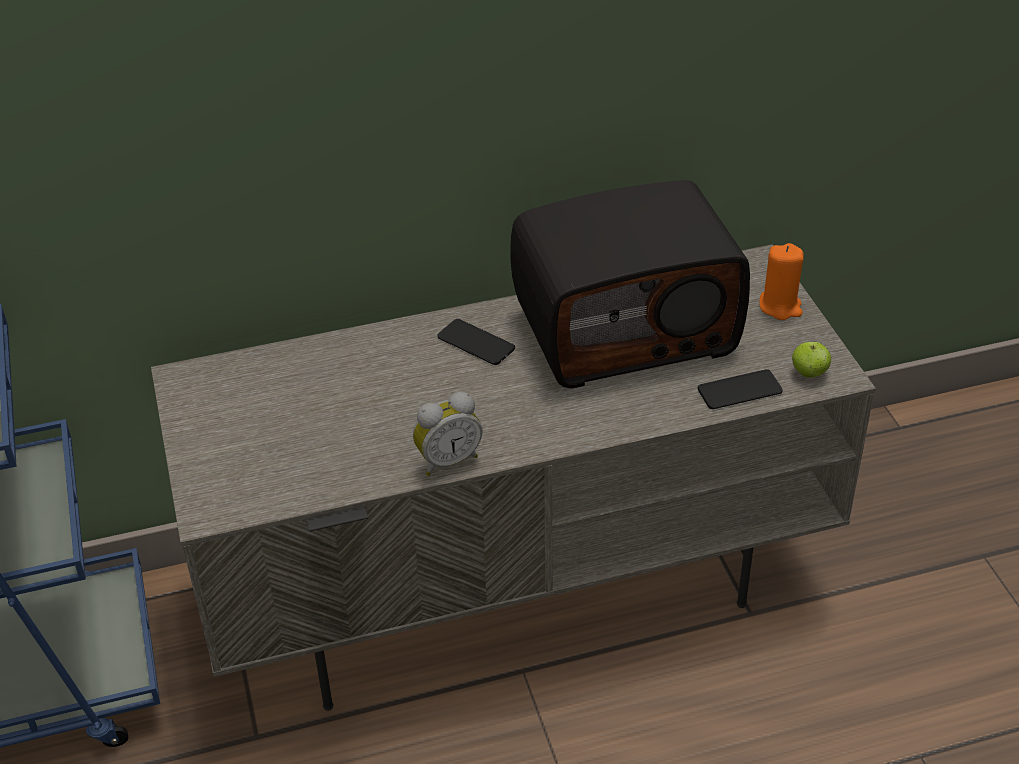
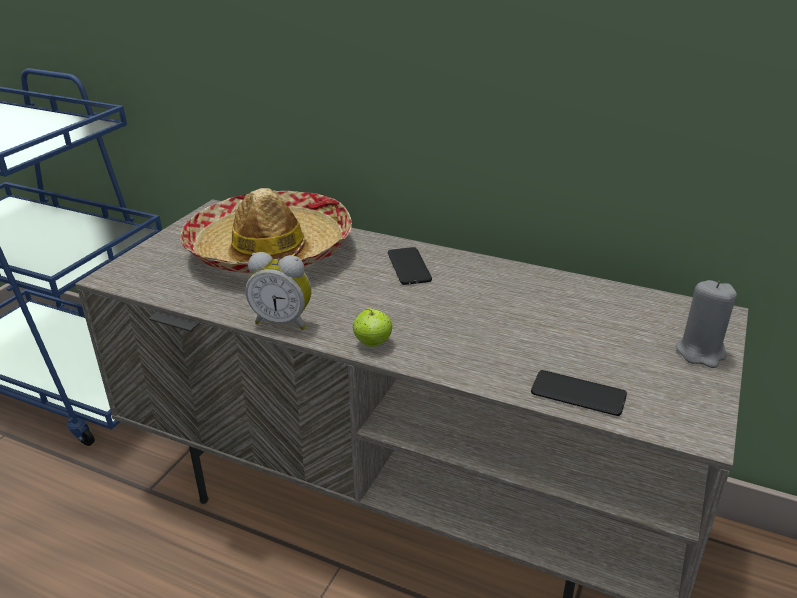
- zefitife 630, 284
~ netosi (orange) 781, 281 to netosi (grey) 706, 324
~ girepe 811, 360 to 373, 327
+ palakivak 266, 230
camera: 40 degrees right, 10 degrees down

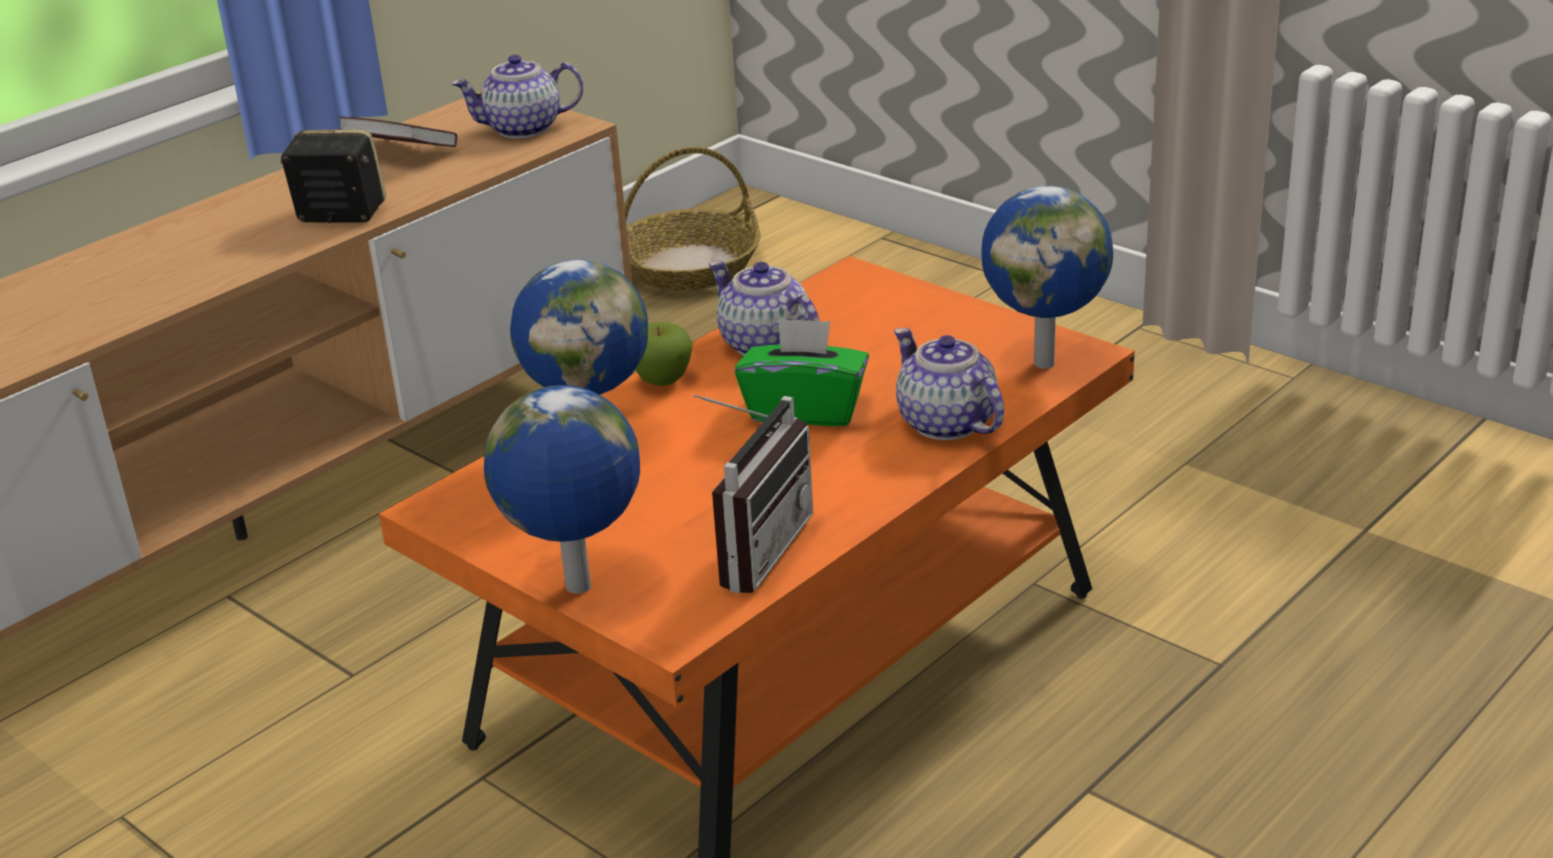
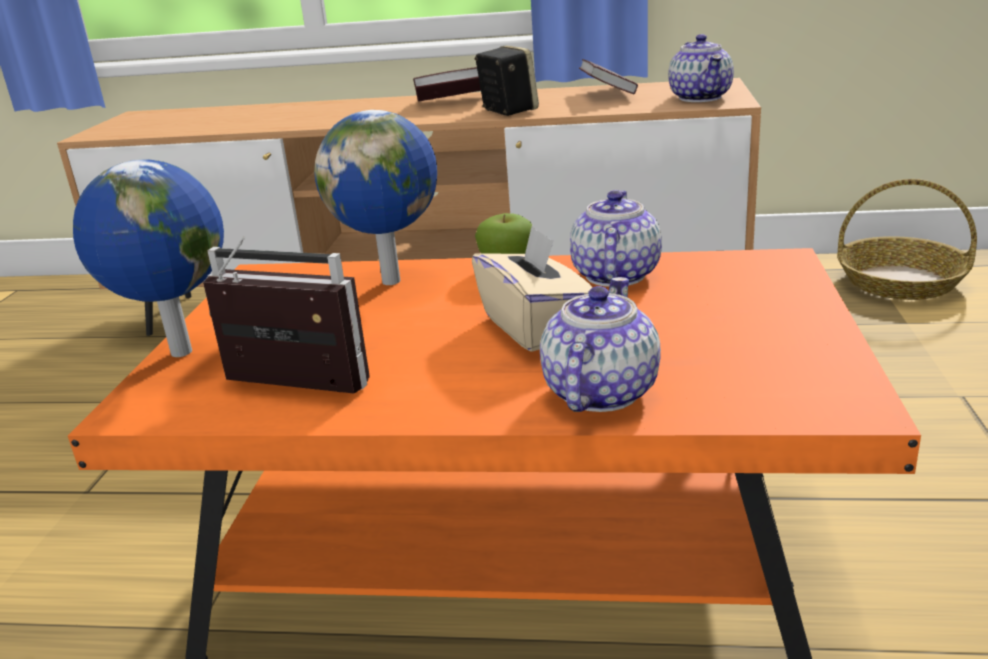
~ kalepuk 517, 97 = 701, 68 135 degrees counterclockwise
~ zefitife 753, 494 = 286, 314 150 degrees counterclockwise
~ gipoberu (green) 802, 371 to gipoberu (beige) 532, 288
- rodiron 1047, 277
+ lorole 447, 84
camera: 55 degrees right, 5 degrees down

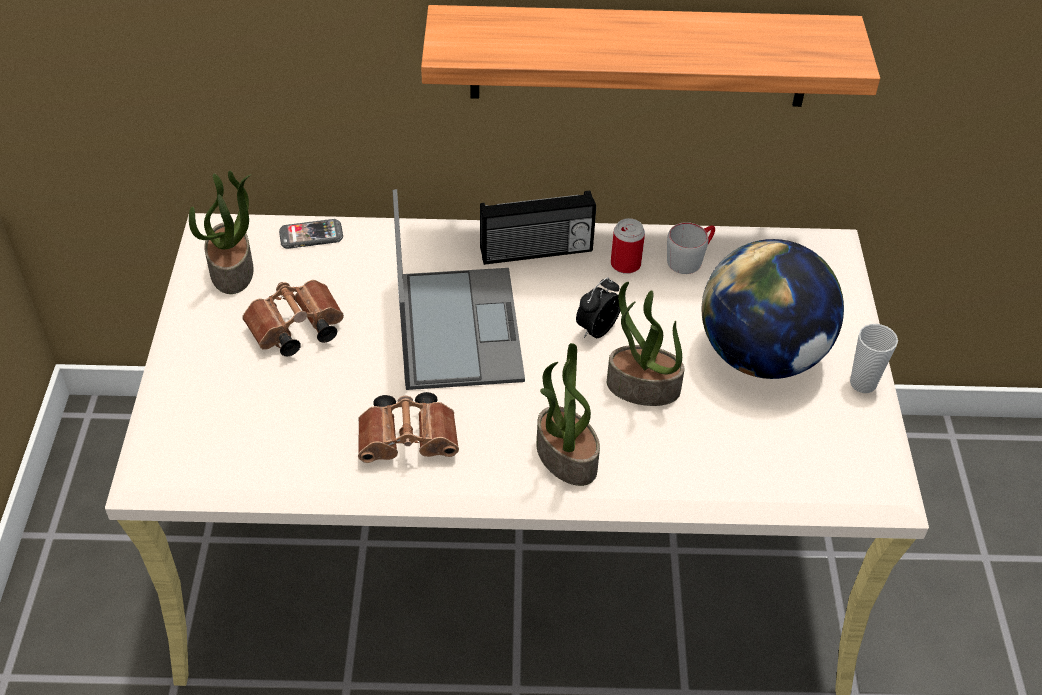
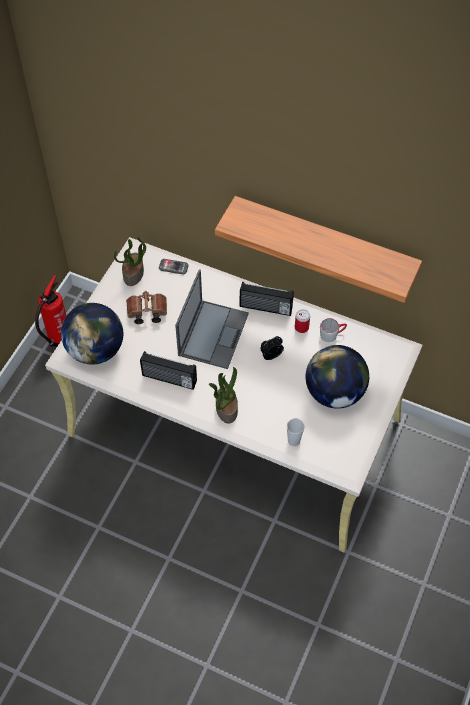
~ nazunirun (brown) 408, 427 to zefitife 168, 370
- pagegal 646, 344
~ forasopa 874, 358 to 295, 432
+ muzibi 51, 311
+ rodiron 92, 334
camera: 25 degrees right, 10 degrees up

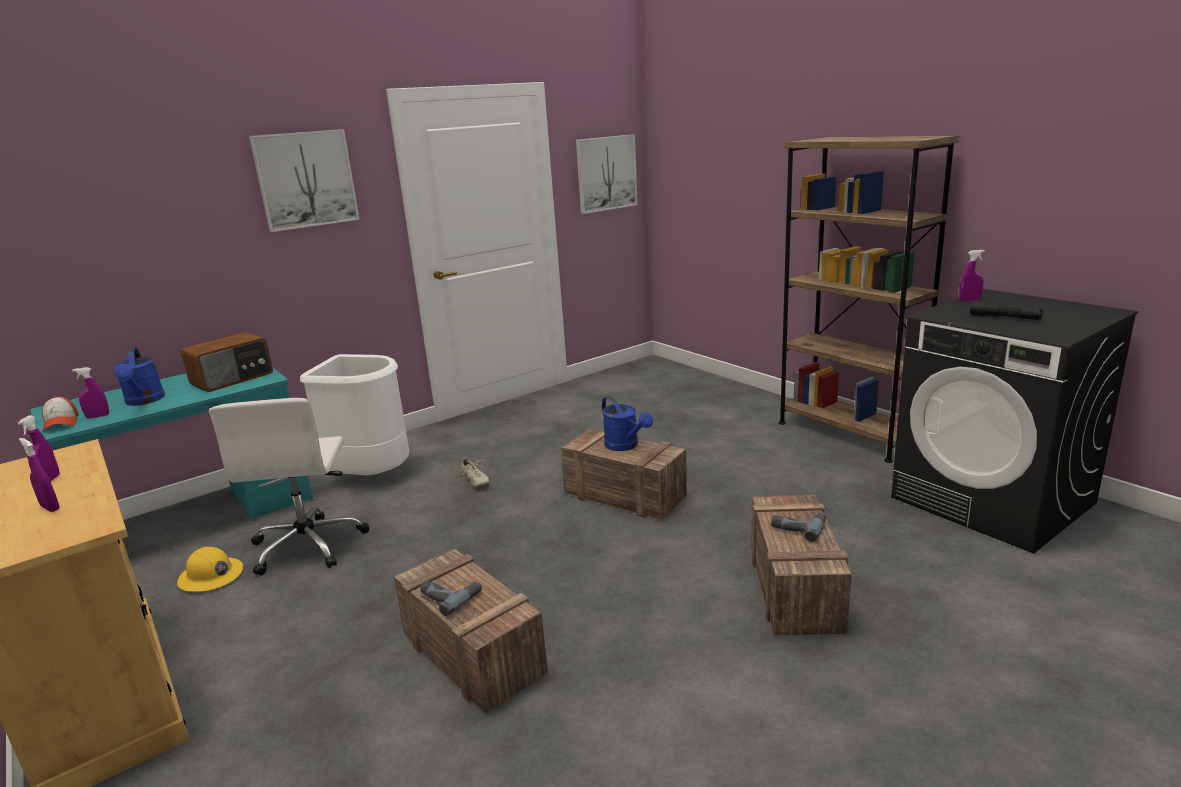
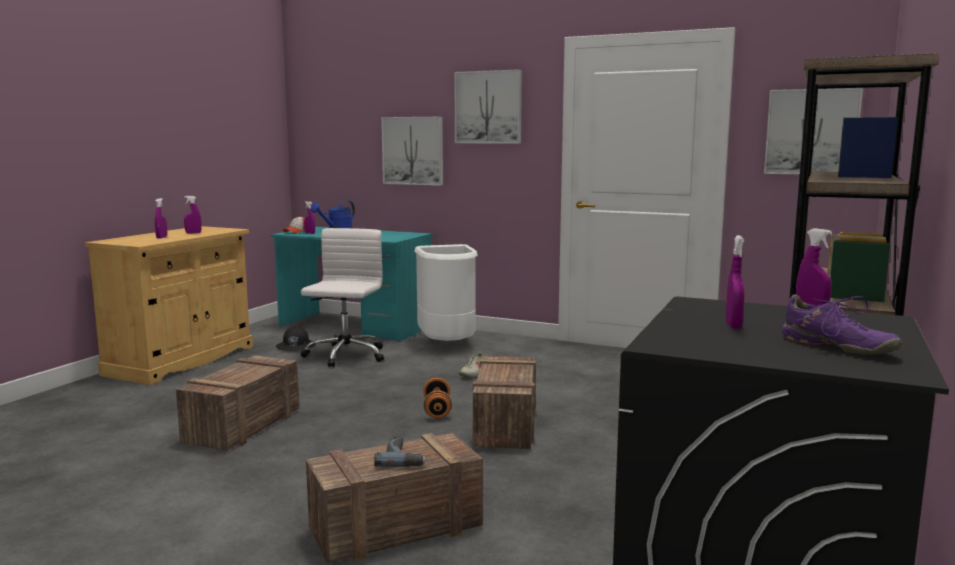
~ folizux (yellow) 210, 569 to folizux (black) 296, 338
- zefitife 227, 362
~ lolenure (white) 289, 486 = 342, 297 135 degrees clockwise
- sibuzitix 451, 599
- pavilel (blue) 627, 423
~ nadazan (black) 1007, 310 to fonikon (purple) 734, 282
+ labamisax 412, 151
+ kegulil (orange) 437, 398
+ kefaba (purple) 842, 324
camera: 60 degrees right, 10 degrees down

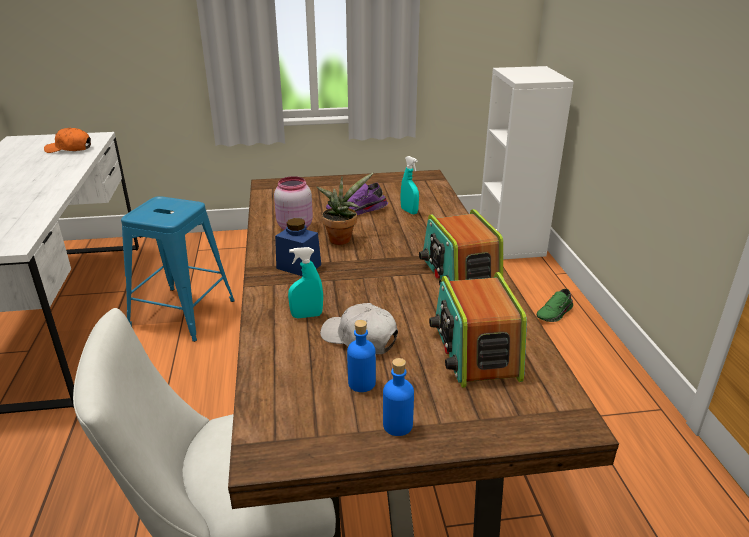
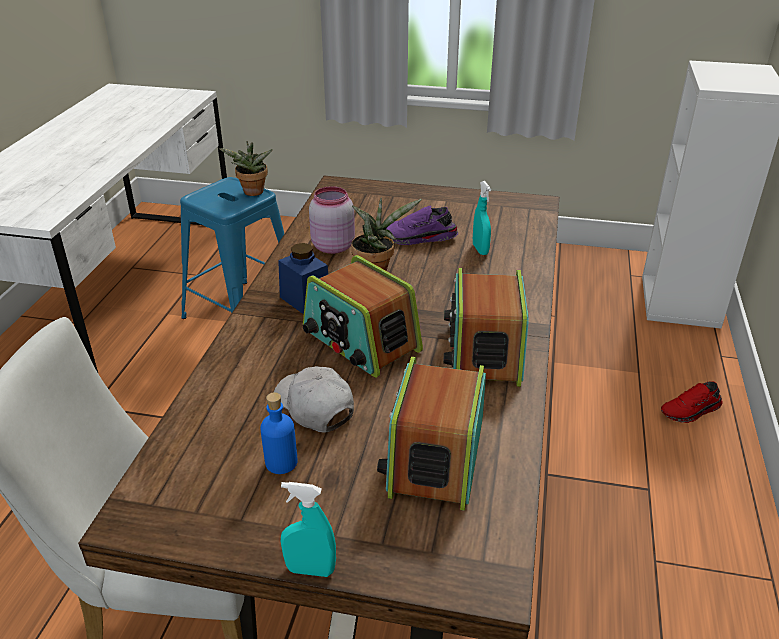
- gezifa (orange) 67, 140
~ fonikon (turquoise) 305, 282 to 308, 529
- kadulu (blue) 398, 397
~ kefaba (green) 555, 305 to kefaba (red) 692, 402
+ pagegal 246, 168
+ zefitife 363, 316
camera: 20 degrees right, 5 degrees up

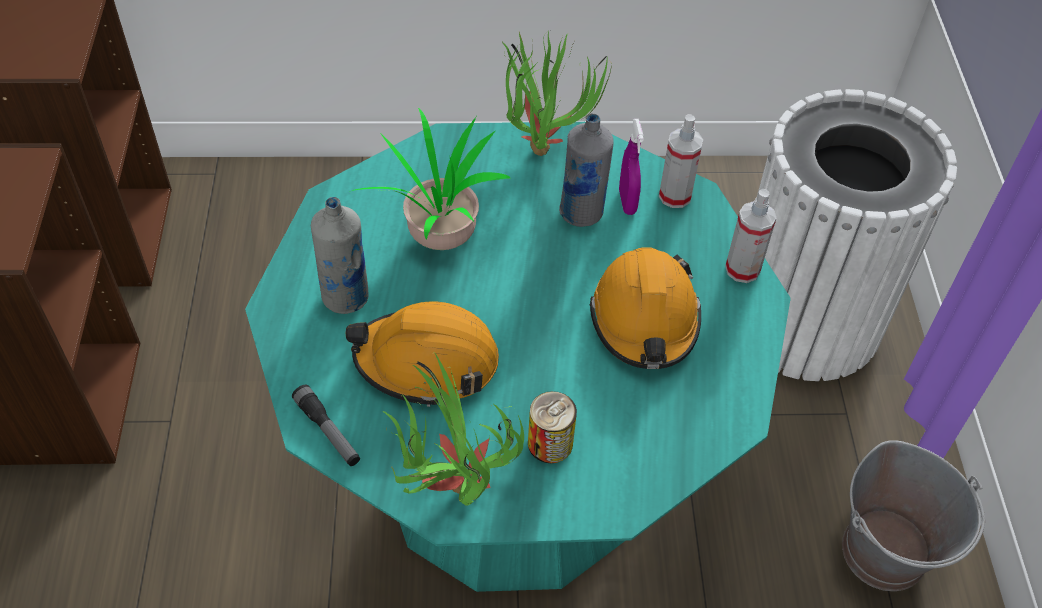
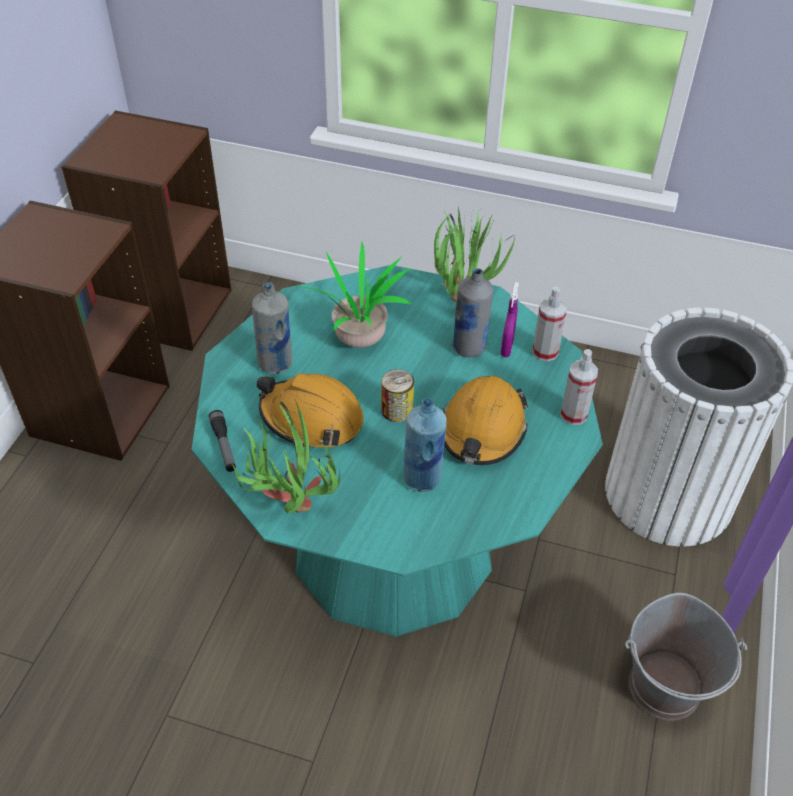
~ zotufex 552, 427 to 397, 395
+ kadulu (blue) 425, 445
camera: 20 degrees right, 5 degrees down

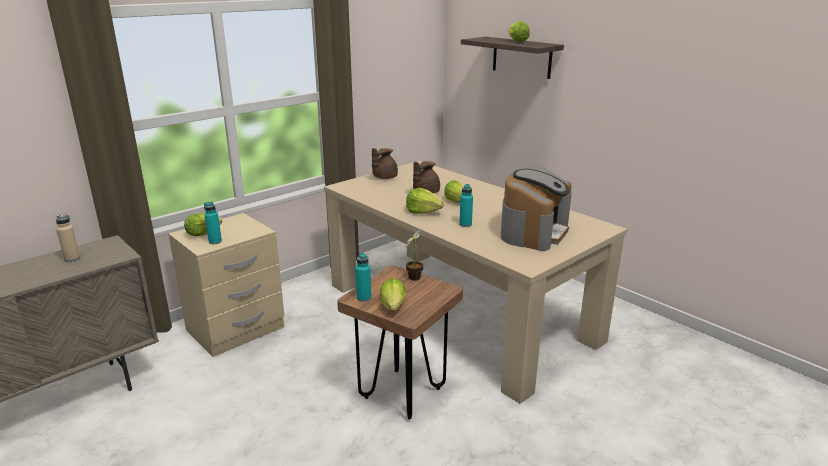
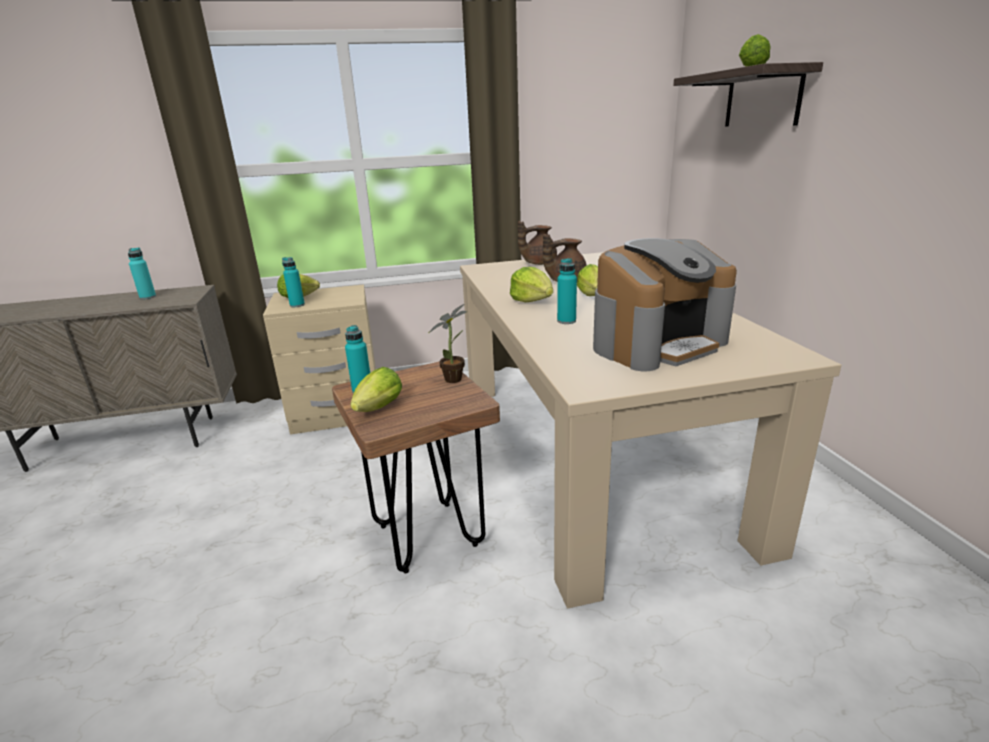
~ kadulu (beige) 68, 237 to kadulu (turquoise) 142, 273
camera: 30 degrees right, 0 degrees up

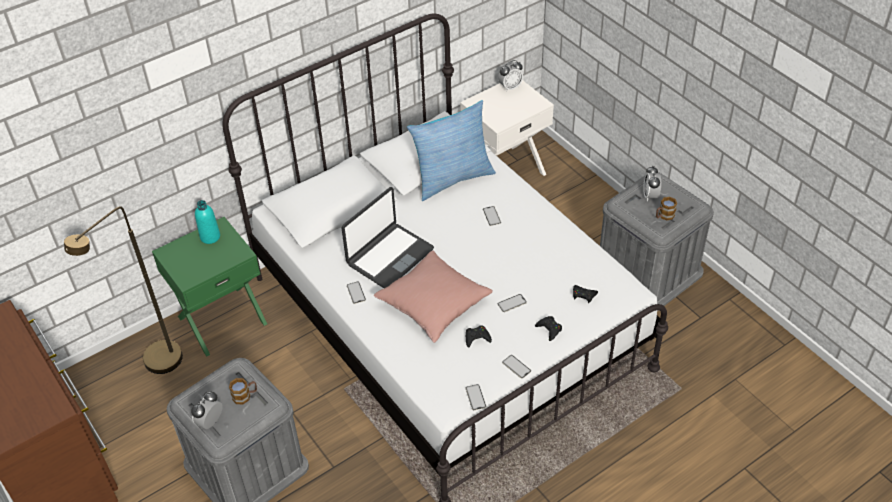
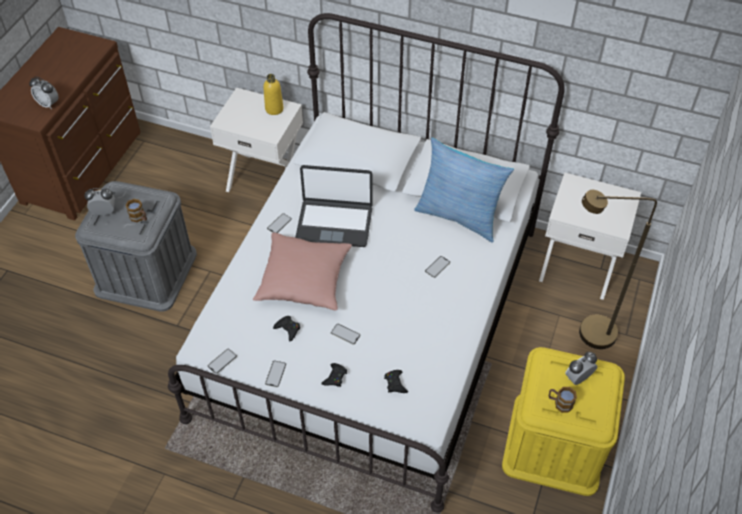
~ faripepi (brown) 123, 290 to 618, 269
~ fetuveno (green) 209, 286 to fetuveno (white) 256, 140
~ kadulu (turquoise) 207, 222 to kadulu (yellow) 273, 94
~ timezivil 510, 76 to 44, 92
~ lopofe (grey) 657, 241 to lopofe (yellow) 563, 421
camera: 55 degrees right, 5 degrees up

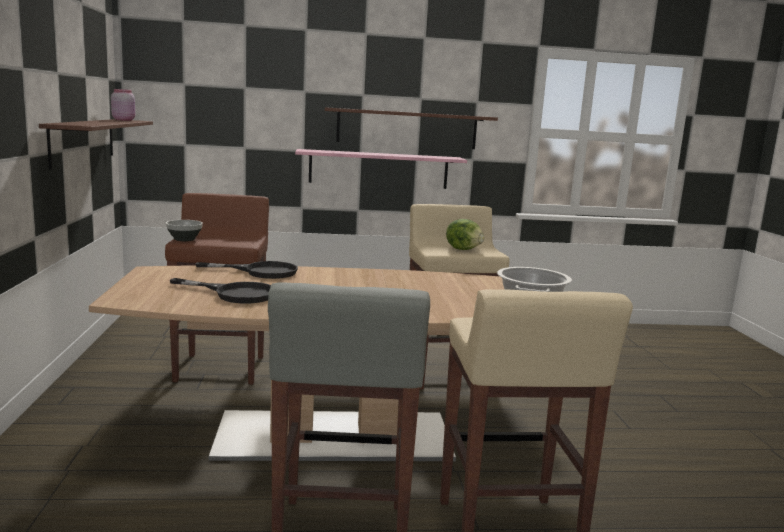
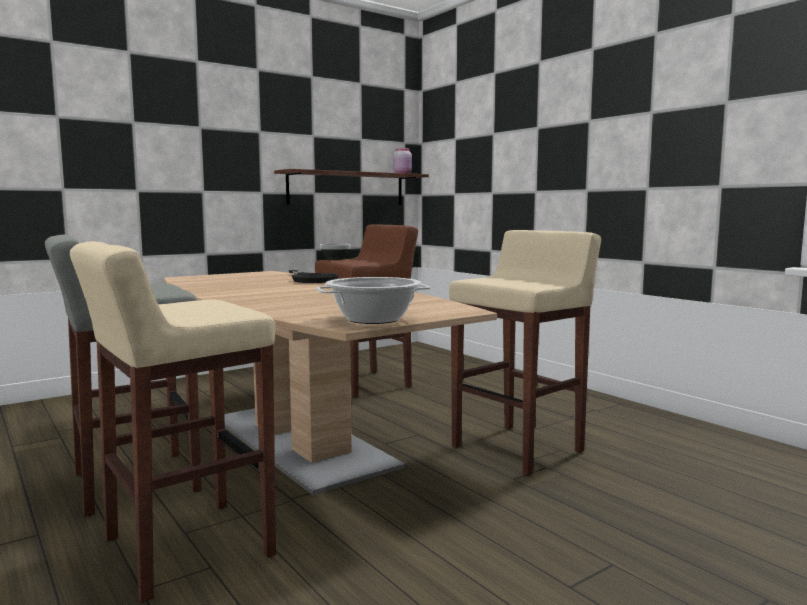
- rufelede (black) 220, 291
- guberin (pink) 381, 169
- guberin (brown) 411, 128
- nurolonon 465, 234
camera: 60 degrees right, 5 degrees down

